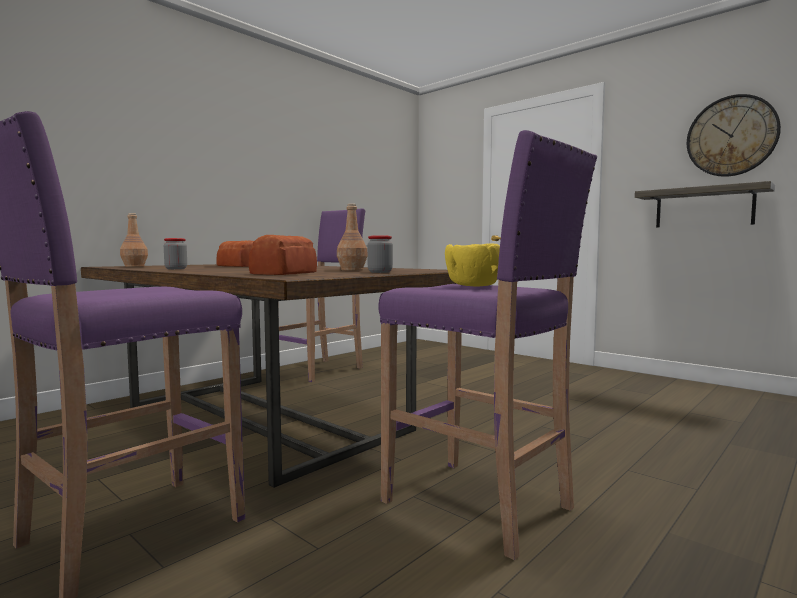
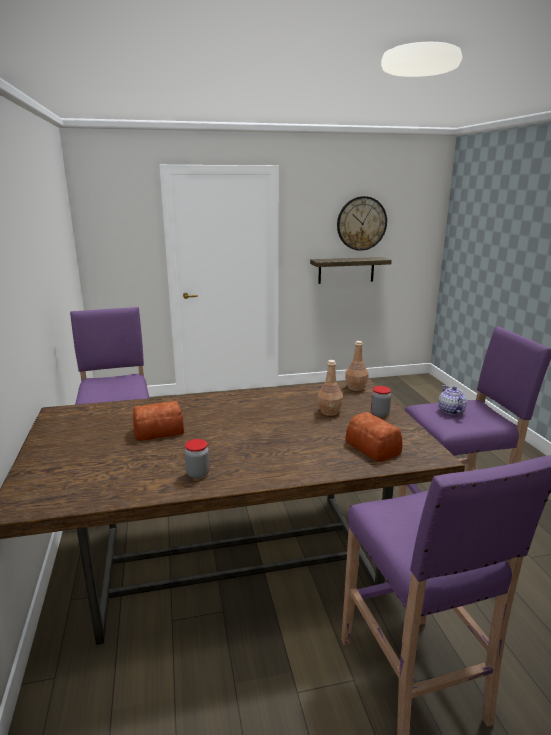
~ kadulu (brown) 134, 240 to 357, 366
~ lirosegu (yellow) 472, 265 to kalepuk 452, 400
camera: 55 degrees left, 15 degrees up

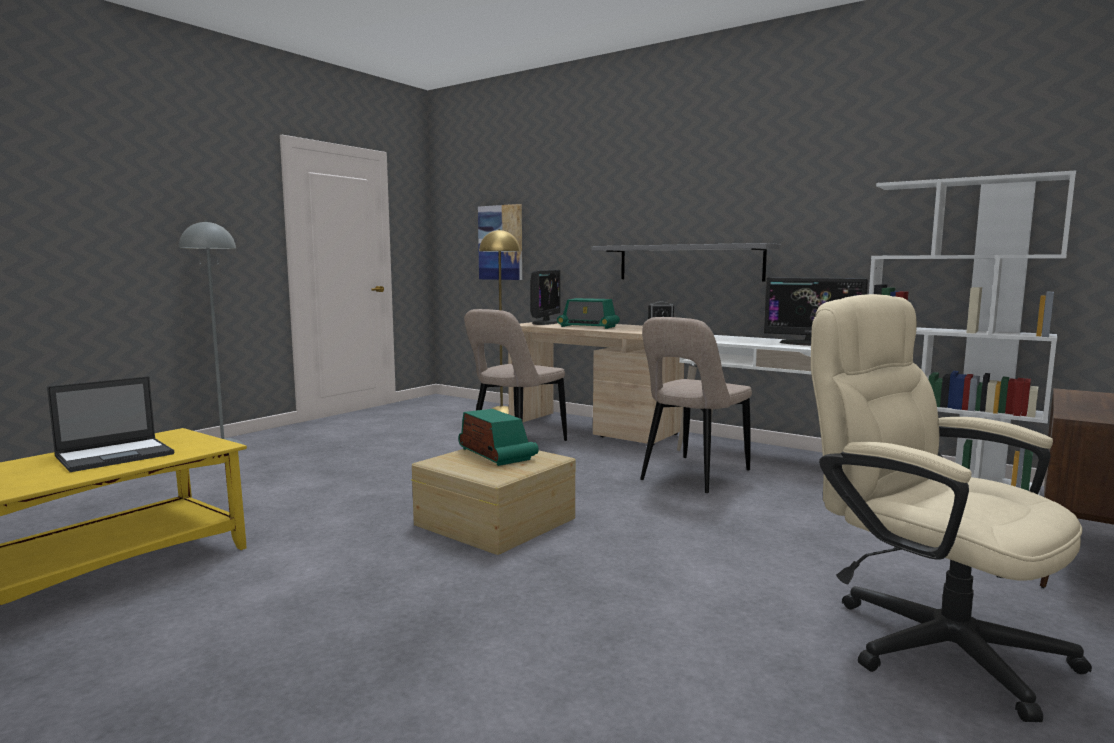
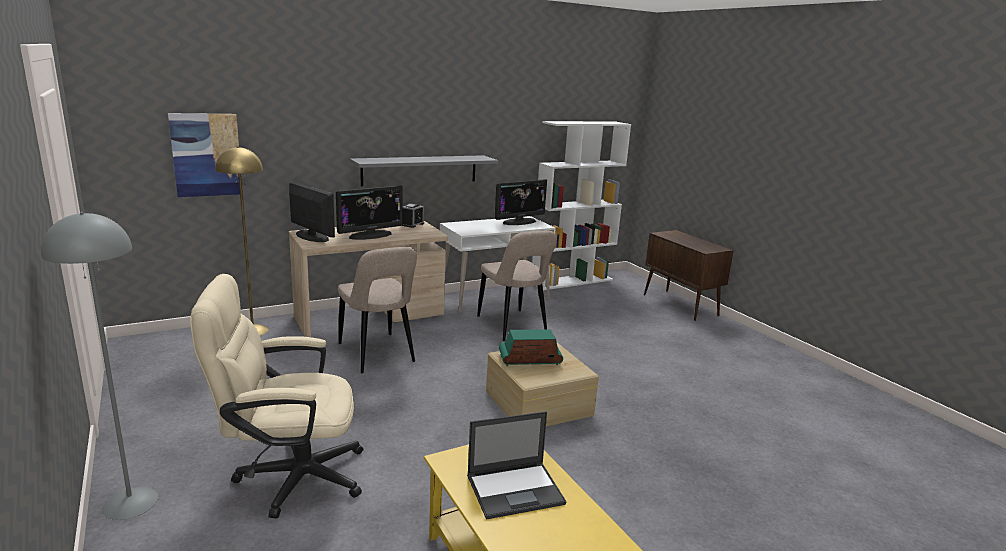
~ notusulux 110, 424 = 517, 465 90 degrees clockwise
~ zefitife 588, 313 to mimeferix 369, 212
~ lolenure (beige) 951, 508 to 276, 396
camera: 65 degrees left, 10 degrees up

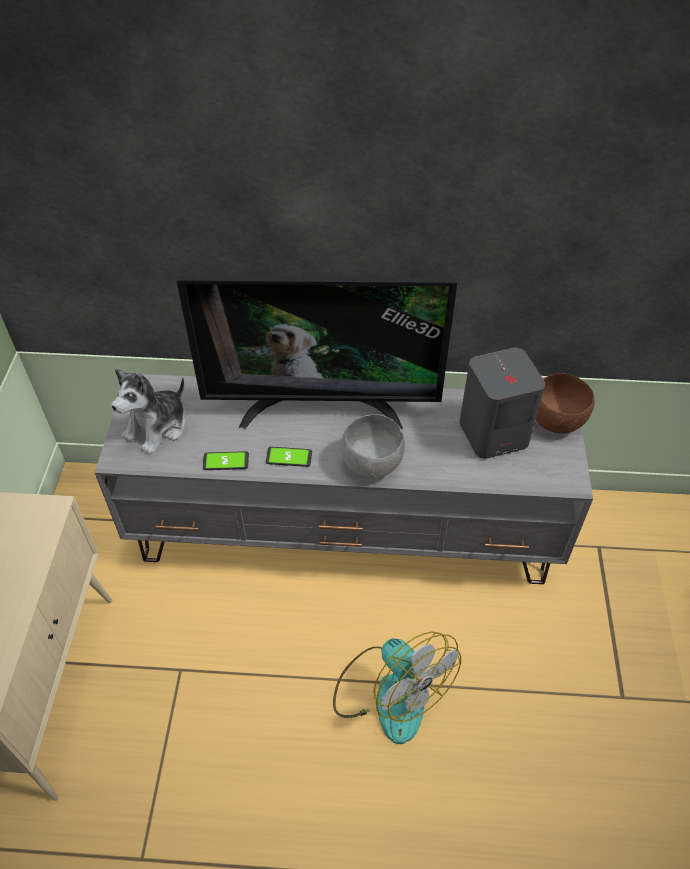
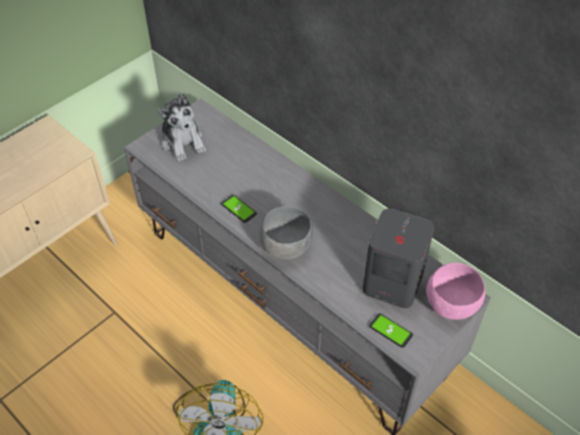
~ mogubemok 148, 411 = 182, 127 105 degrees counterclockwise
- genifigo 316, 352
~ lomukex 226, 460 to 391, 330
~ lirosegu (brown) 565, 403 to lirosegu (pink) 455, 291
camera: 40 degrees right, 0 degrees up

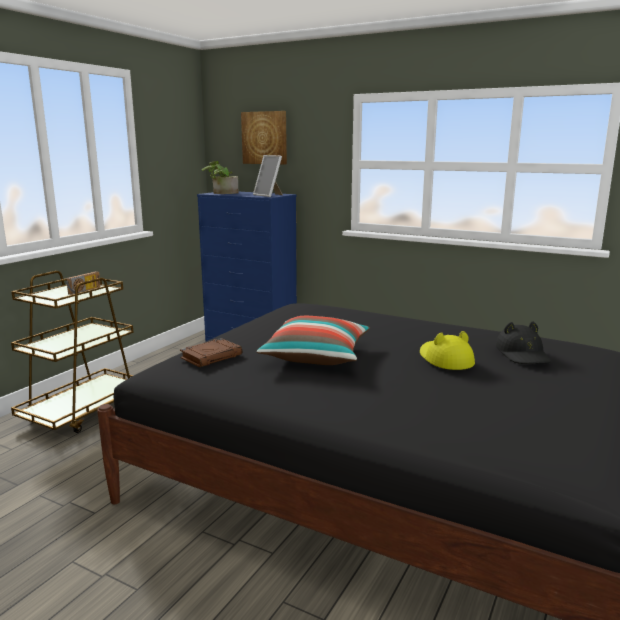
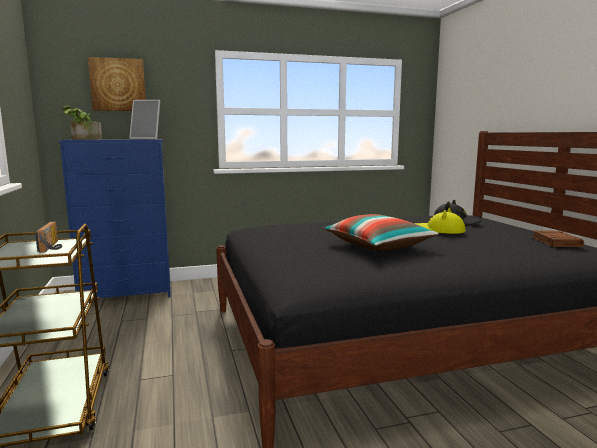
~ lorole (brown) 211, 352 to 558, 239
camera: 45 degrees left, 5 degrees down

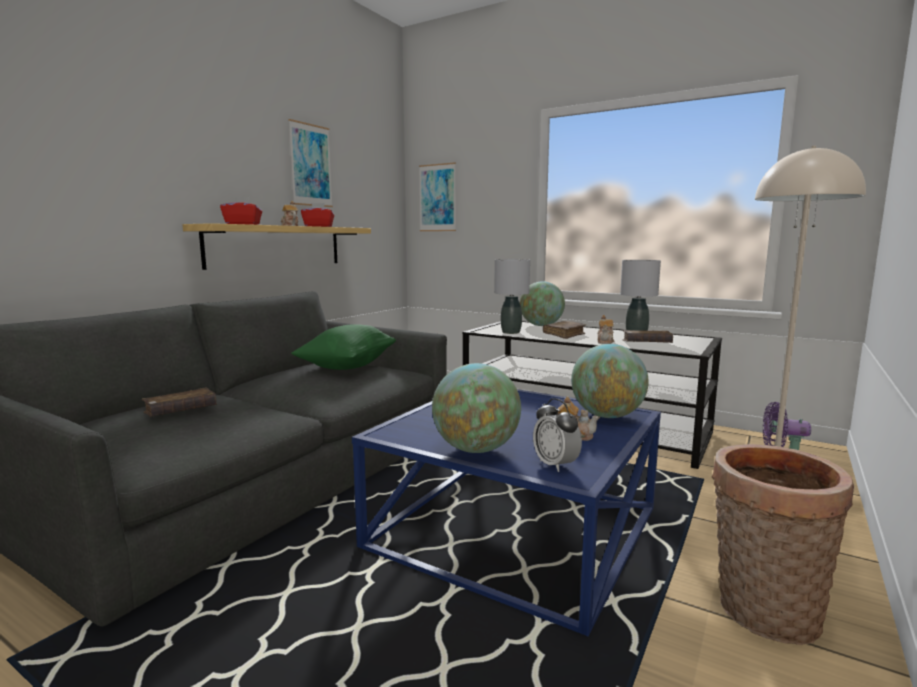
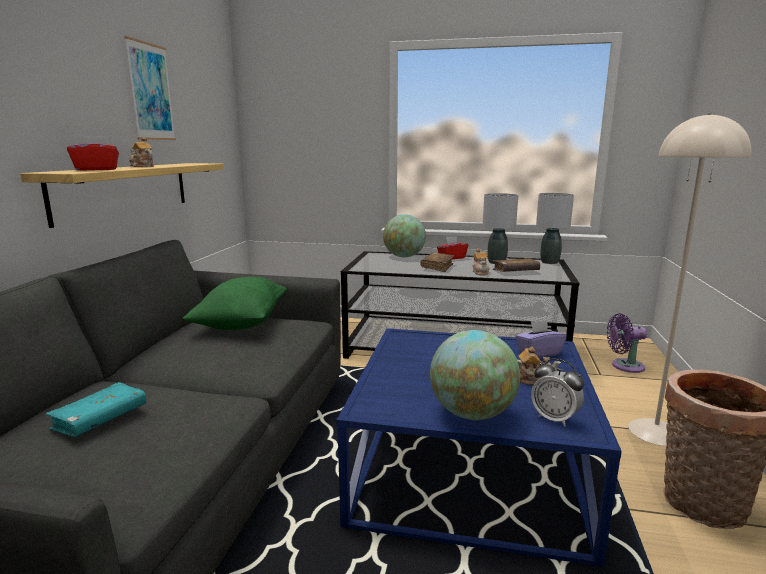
~ lorole (brown) 179, 402 to lorole (turquoise) 95, 409
~ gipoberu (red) 317, 215 to 452, 247
- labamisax 437, 196
~ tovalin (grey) 512, 296 to 555, 228
~ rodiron 610, 381 to gipoberu (purple) 541, 339
camera: 20 degrees left, 5 degrees up

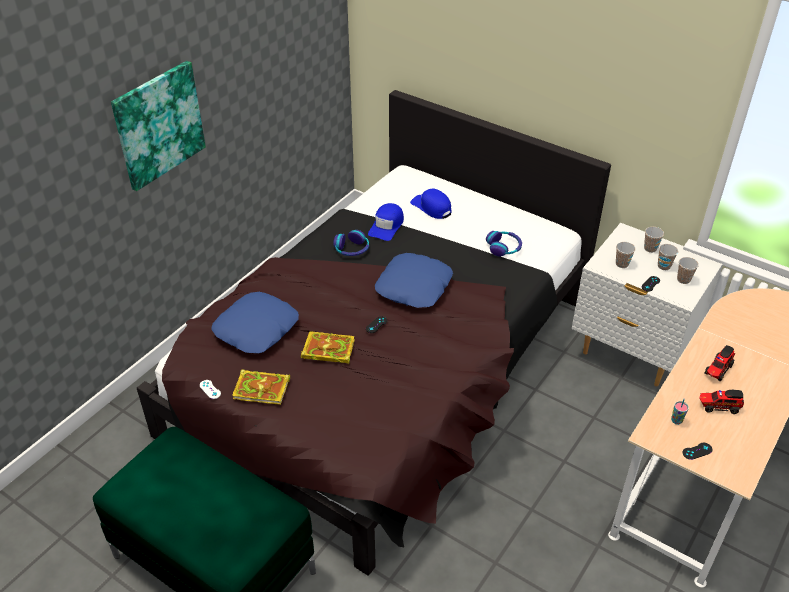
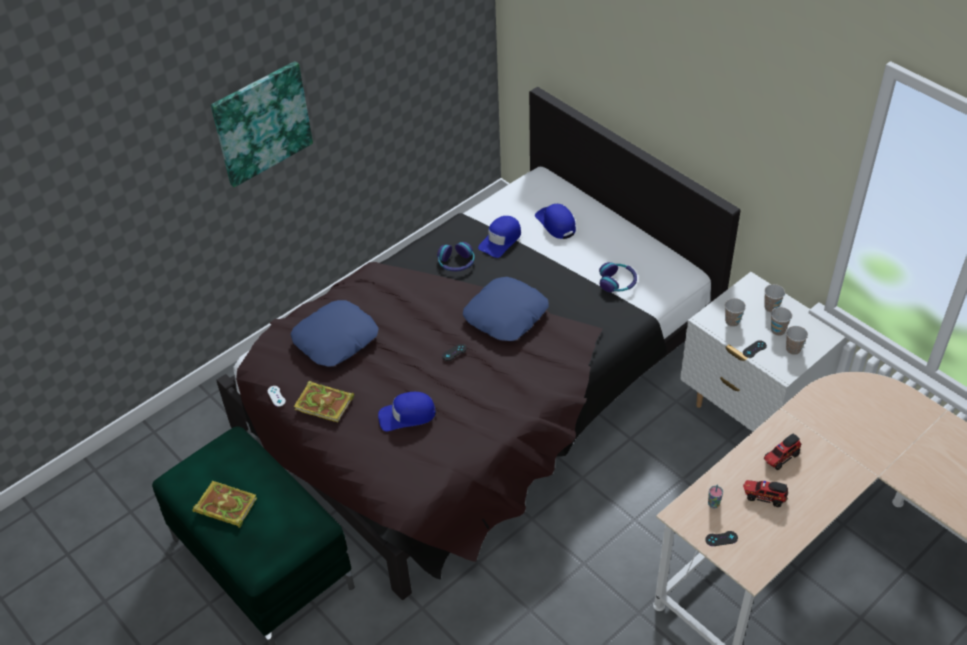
~ lorole 328, 347 to 225, 504
+ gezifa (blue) 407, 411
camera: 15 degrees right, 5 degrees up

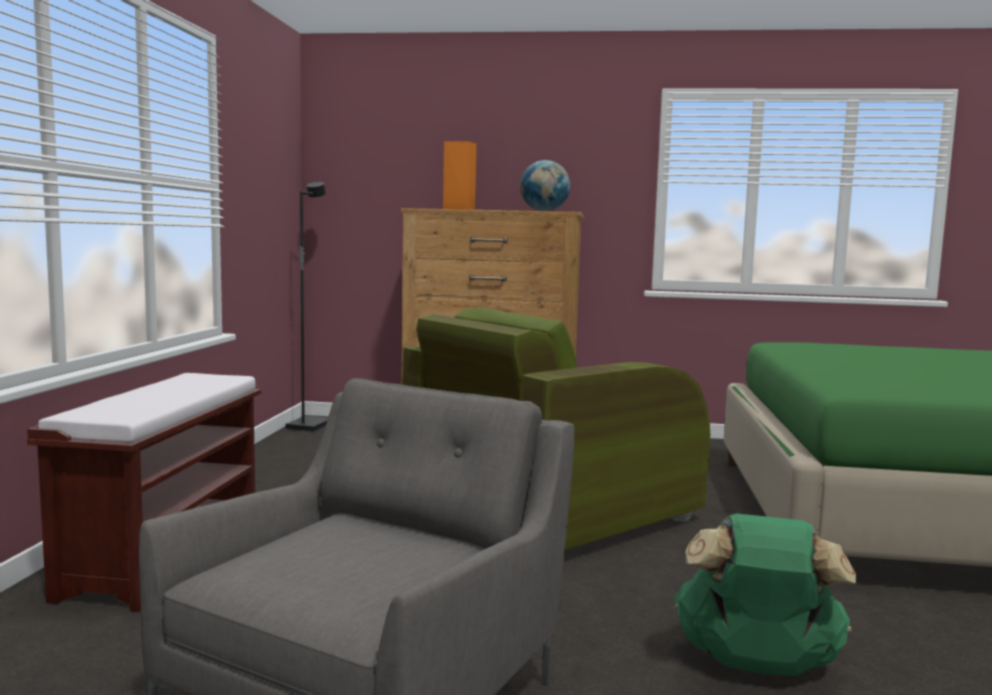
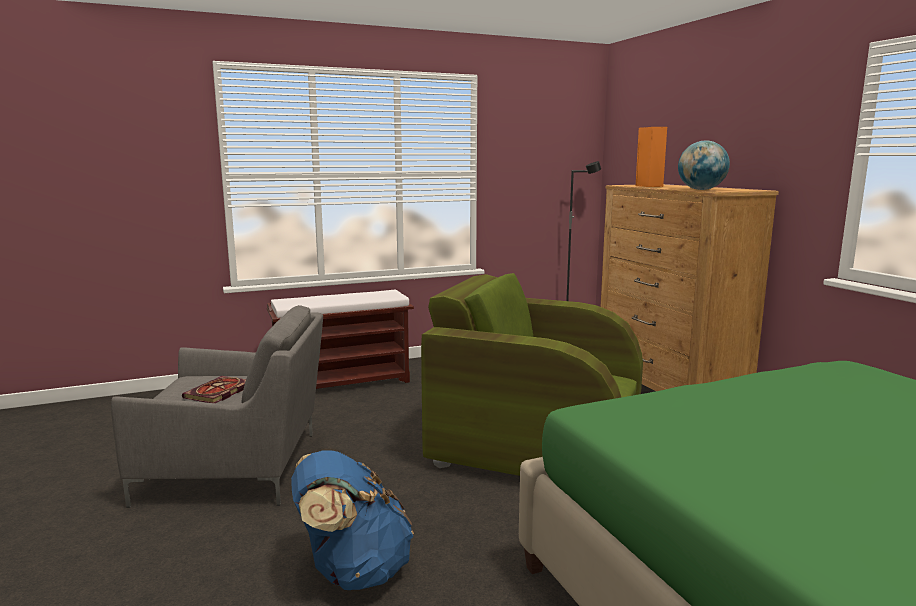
~ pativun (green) 765, 595 to pativun (blue) 352, 520
+ lorole 214, 389
camera: 60 degrees right, 5 degrees up

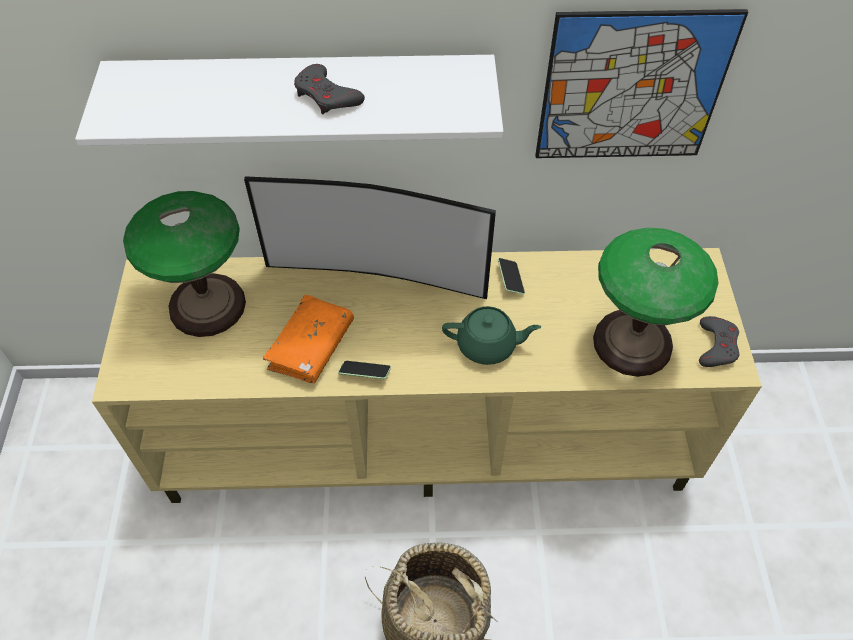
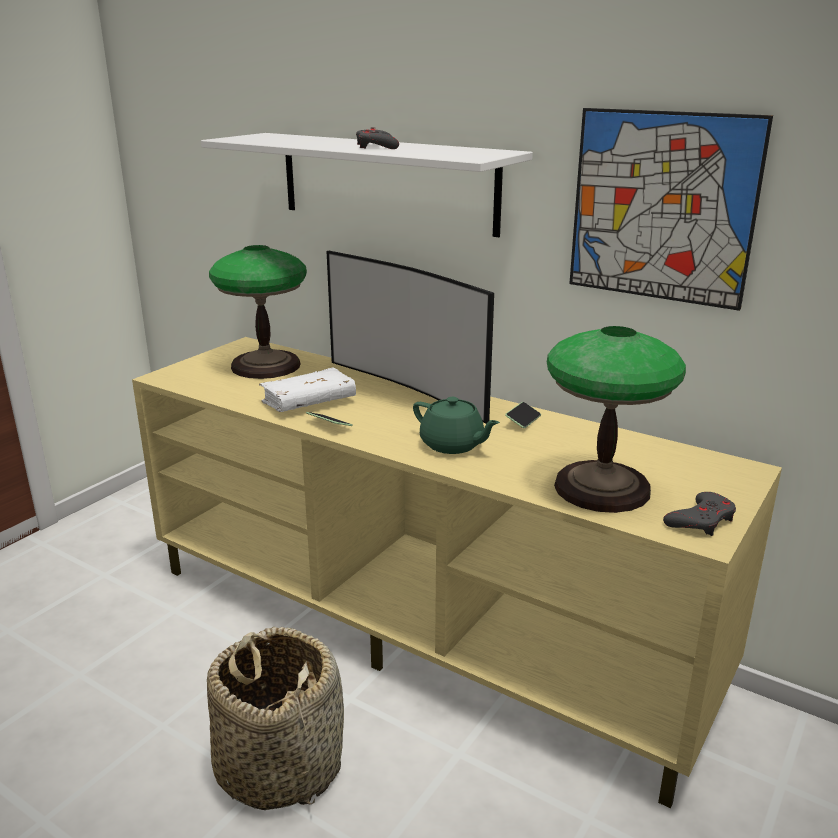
~ lorole (orange) 308, 339 to lorole (white) 307, 389
camera: 35 degrees right, 30 degrees down

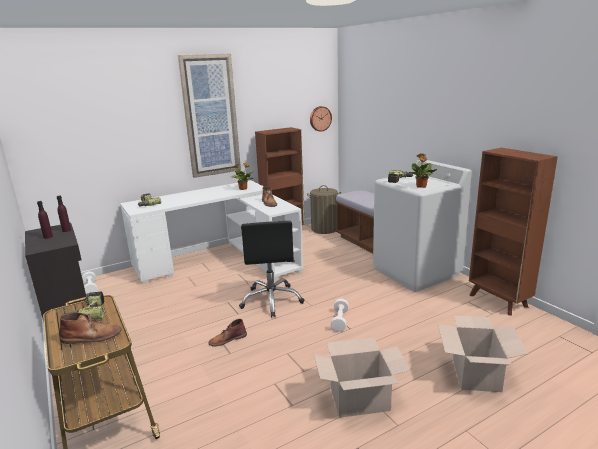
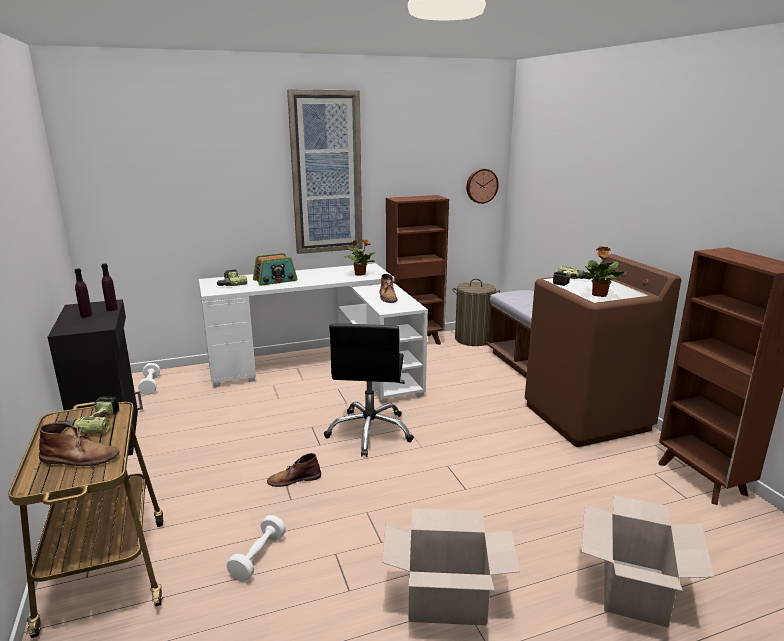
~ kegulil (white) 340, 315 to 256, 548
~ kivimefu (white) 422, 226 to kivimefu (brown) 603, 350
+ zefitife 275, 269
camera: 10 degrees right, 0 degrees up

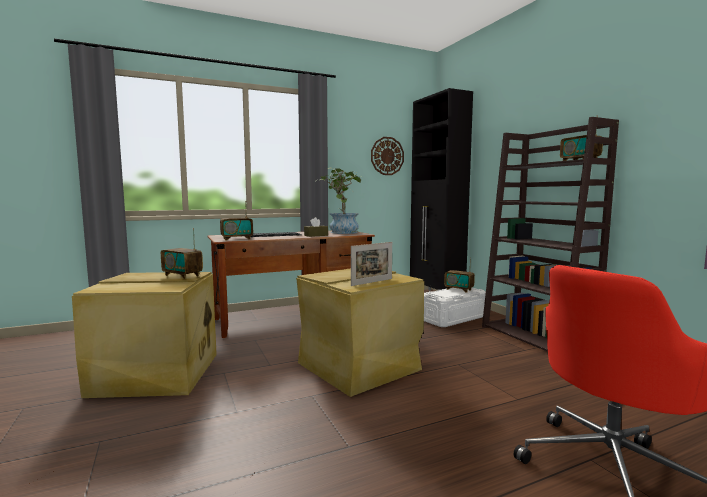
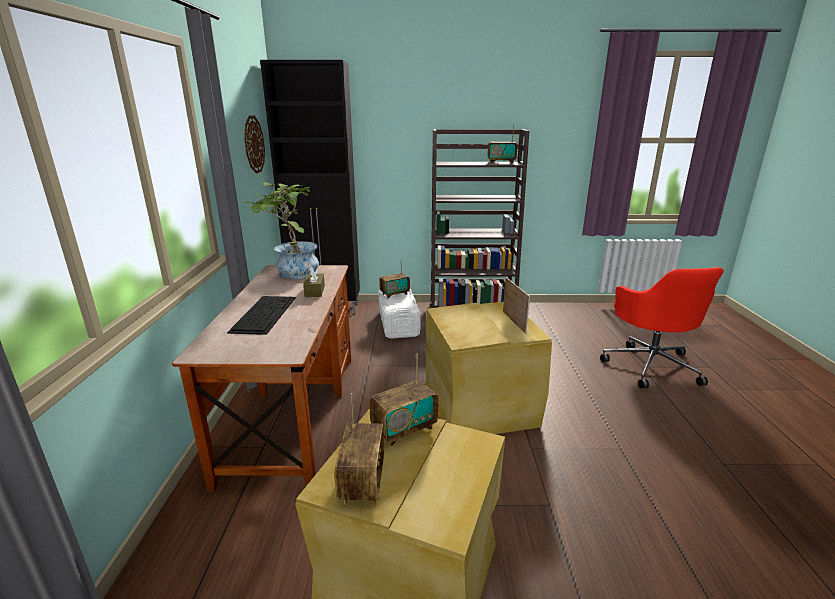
~ zefitife 236, 221 to 359, 449
camera: 65 degrees left, 15 degrees up

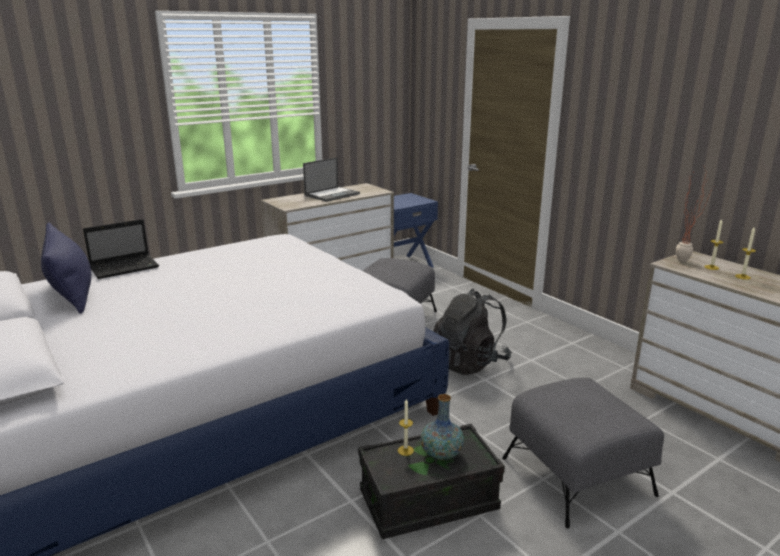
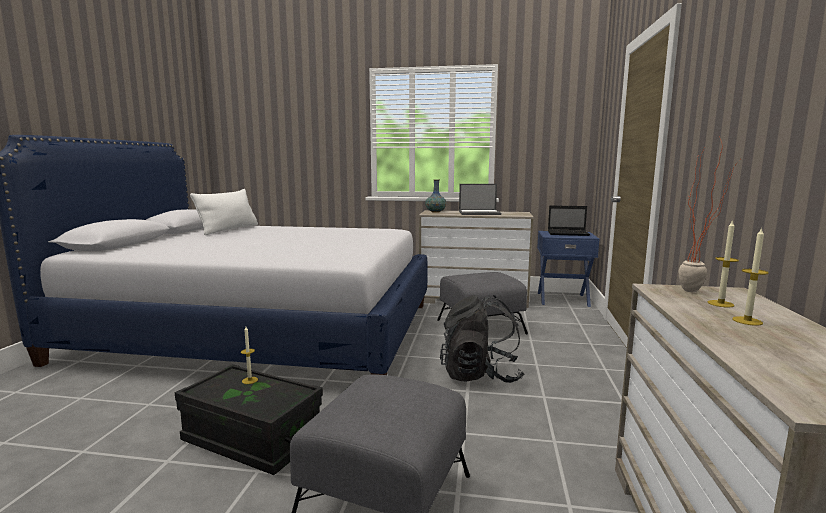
~ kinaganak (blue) 66, 268 to kinaganak (white) 224, 212
~ notusulux 121, 249 to 569, 220
~ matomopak 442, 427 to 435, 196
camera: 45 degrees right, 10 degrees down

